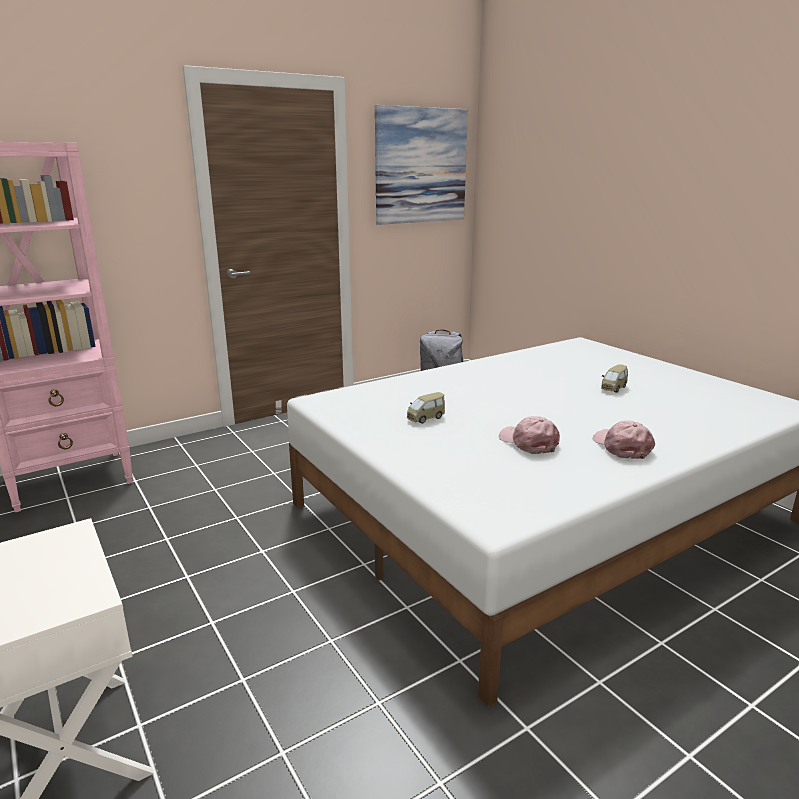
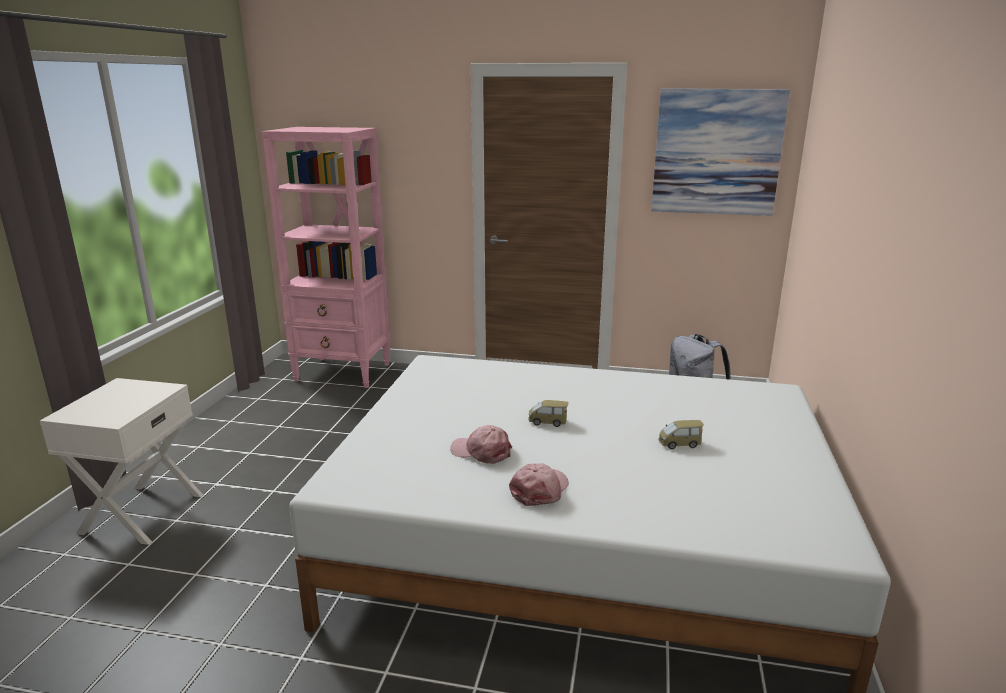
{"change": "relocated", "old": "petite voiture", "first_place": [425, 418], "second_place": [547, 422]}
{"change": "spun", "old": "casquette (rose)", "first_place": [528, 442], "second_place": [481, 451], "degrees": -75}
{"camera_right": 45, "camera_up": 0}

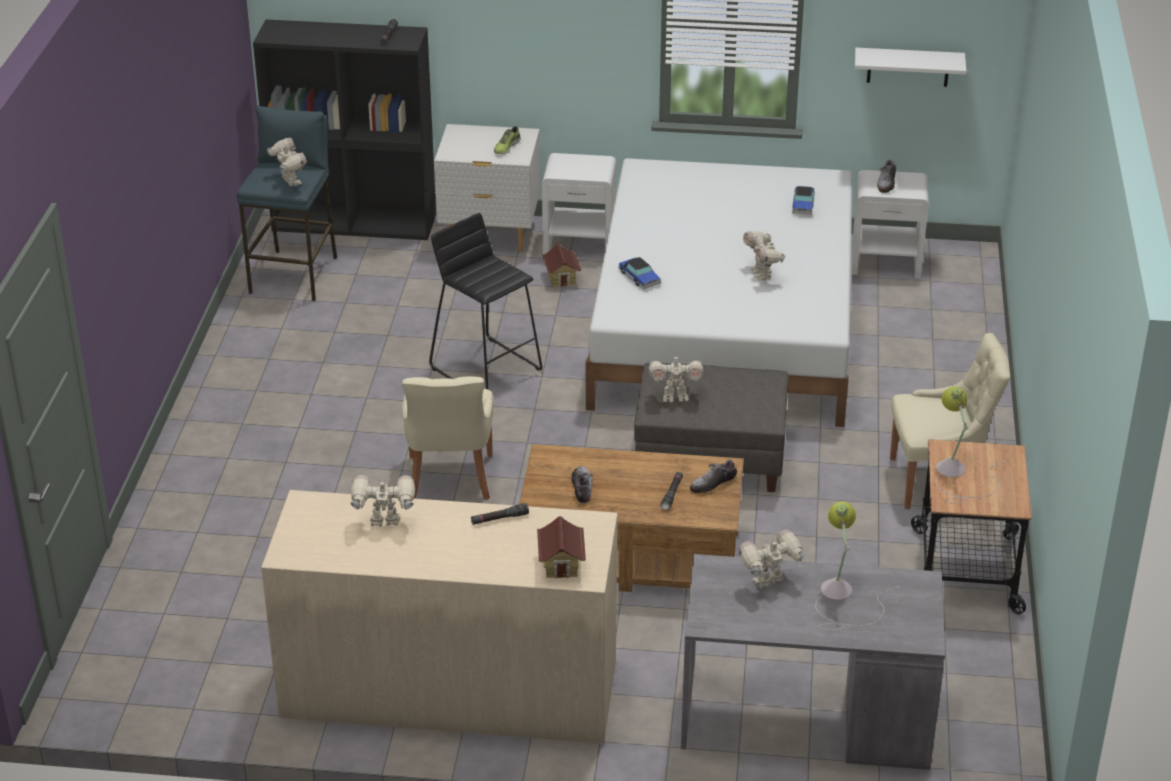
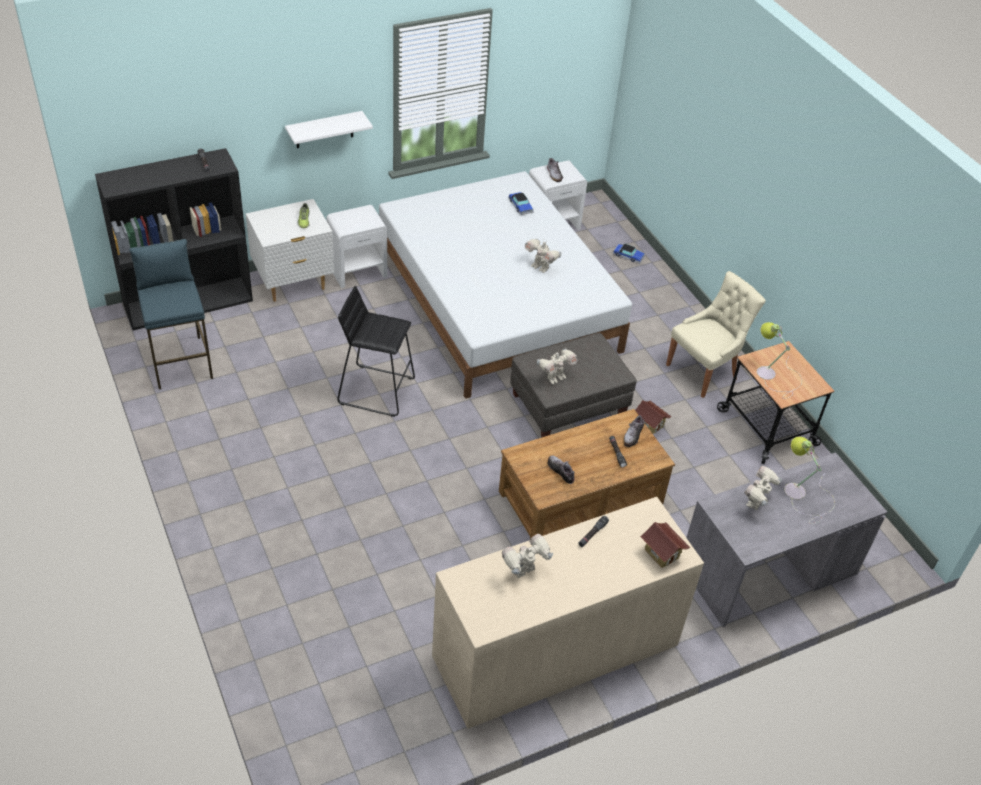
{"change": "missing", "old": "robot jouet", "first_place": [290, 182]}
{"change": "missing", "old": "chaise (beige)", "first_place": [449, 480]}
{"change": "relocated", "old": "maison miniature", "first_place": [561, 279], "second_place": [649, 425]}
{"change": "relocated", "old": "petite voiture", "first_place": [639, 278], "second_place": [628, 256]}
{"change": "relocated", "old": "étagère (blanc)", "first_place": [908, 67], "second_place": [324, 130]}
{"camera_right": -35, "camera_up": 10}

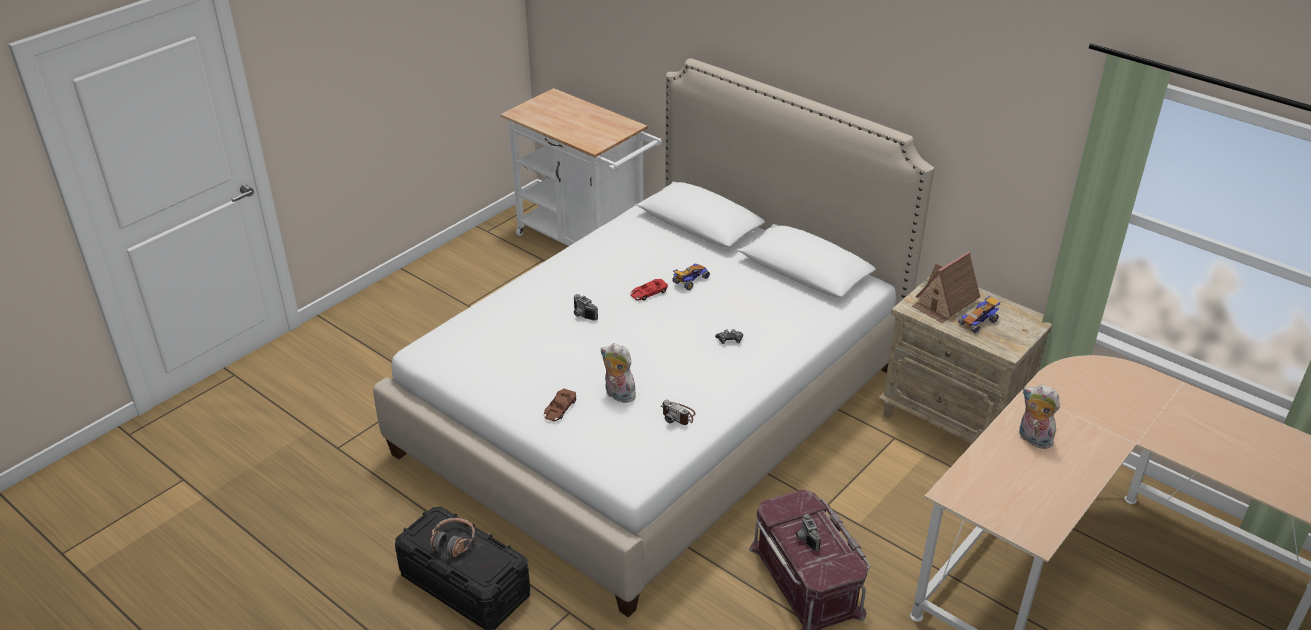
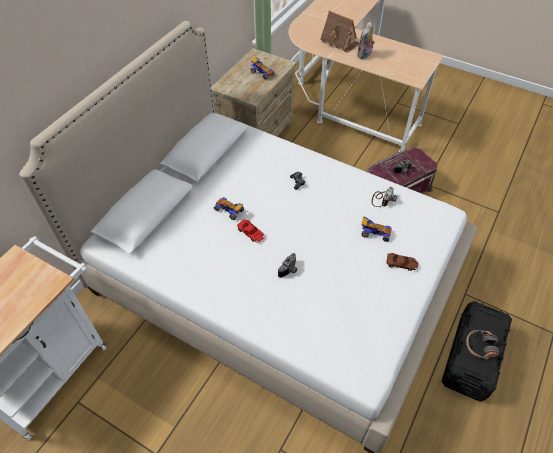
{"change": "exchanged", "old": "peluche", "new": "petite voiture", "first_place": [618, 395], "second_place": [374, 233]}
{"change": "relocated", "old": "maison miniature", "first_place": [944, 303], "second_place": [339, 42]}
{"camera_right": -100, "camera_up": 15}

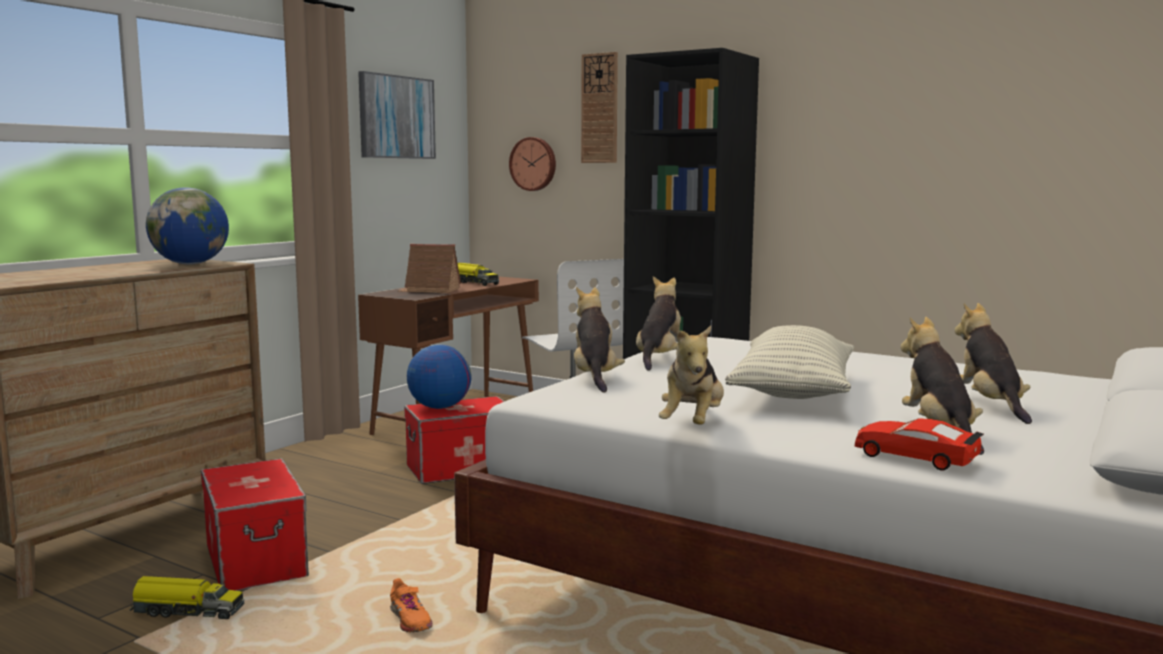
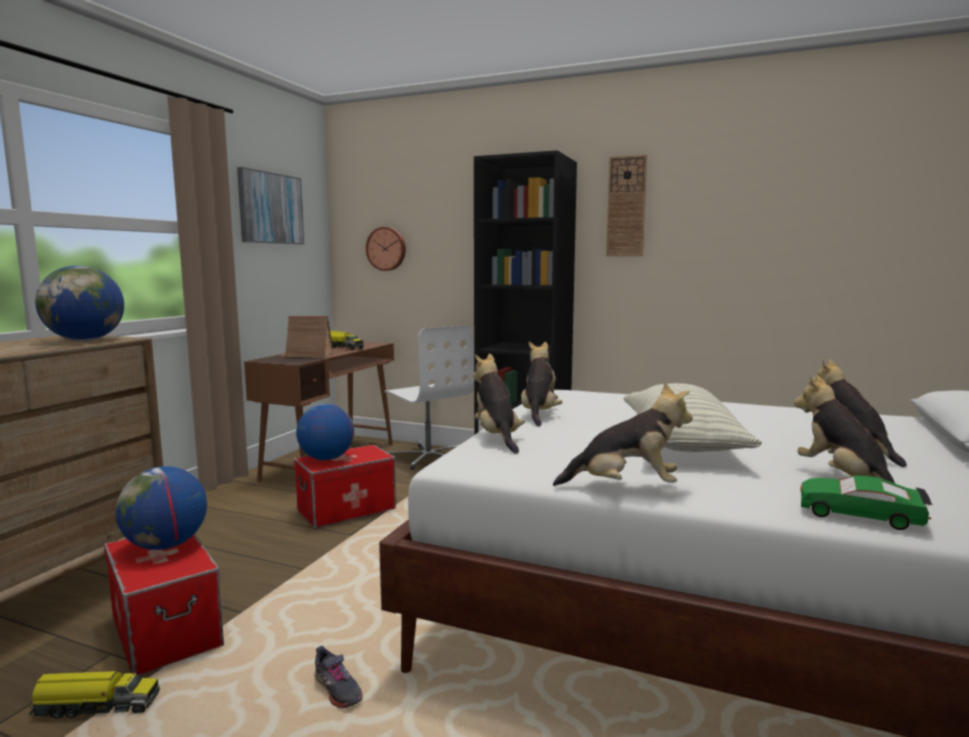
{"change": "colour", "old": "chaussure (orange)", "new": "chaussure (gris)", "first_place": [409, 620], "second_place": [337, 690]}
{"change": "relocated", "old": "horloge murale", "first_place": [599, 108], "second_place": [626, 206]}
{"change": "spun", "old": "peluche", "first_place": [693, 424], "second_place": [625, 487], "degrees": -90}
{"change": "colour", "old": "petite voiture (rouge)", "new": "petite voiture (vert)", "first_place": [916, 457], "second_place": [860, 514]}
{"change": "appeared", "new": "globe", "second_place": [166, 545]}
{"camera_right": -10, "camera_up": 0}

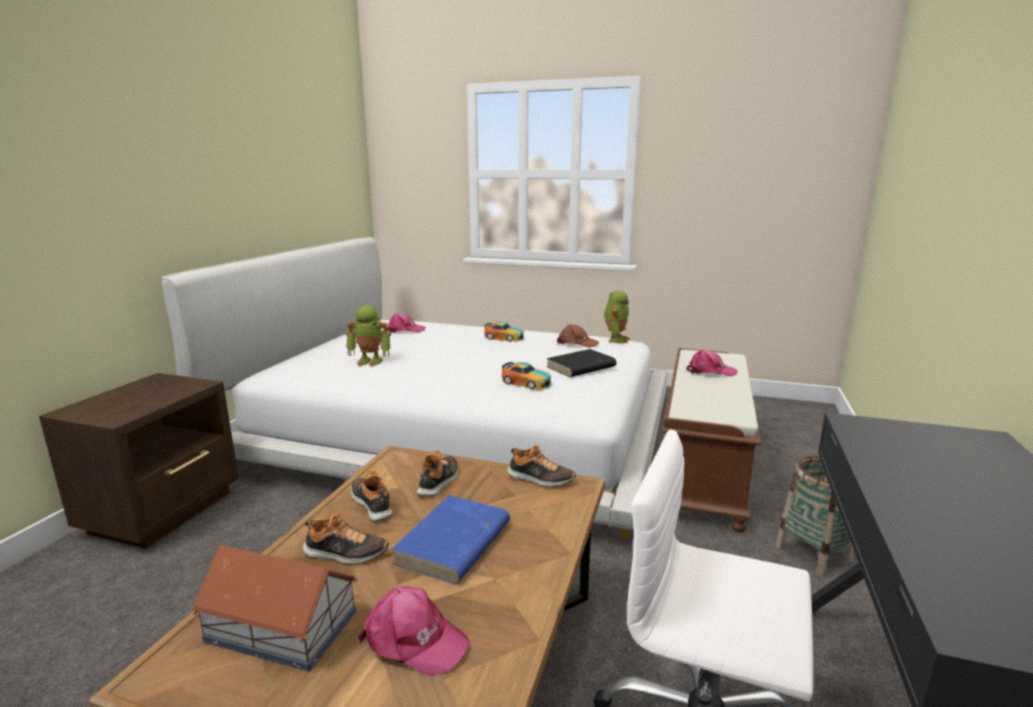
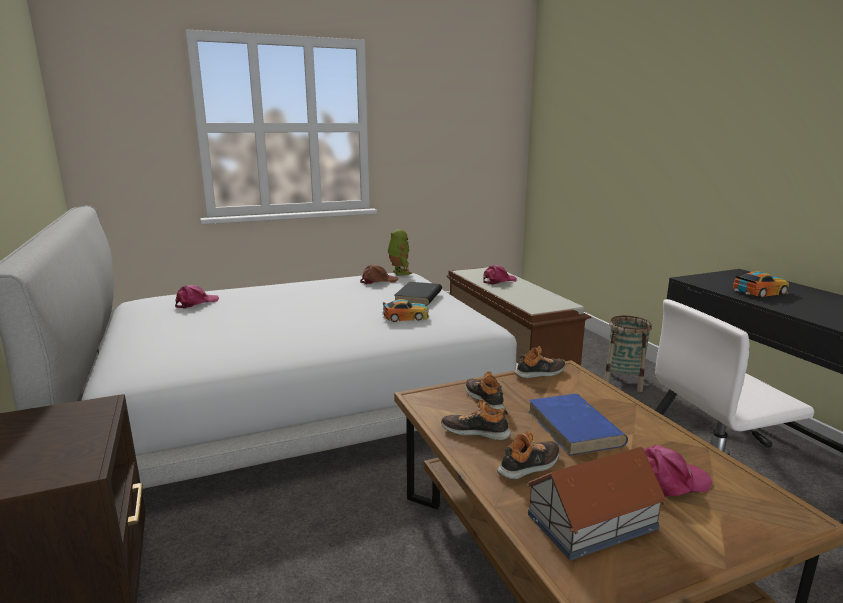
{"change": "missing", "old": "robot jouet", "first_place": [370, 361]}
{"change": "relocated", "old": "petite voiture", "first_place": [504, 338], "second_place": [760, 292]}
{"camera_right": -40, "camera_up": 0}

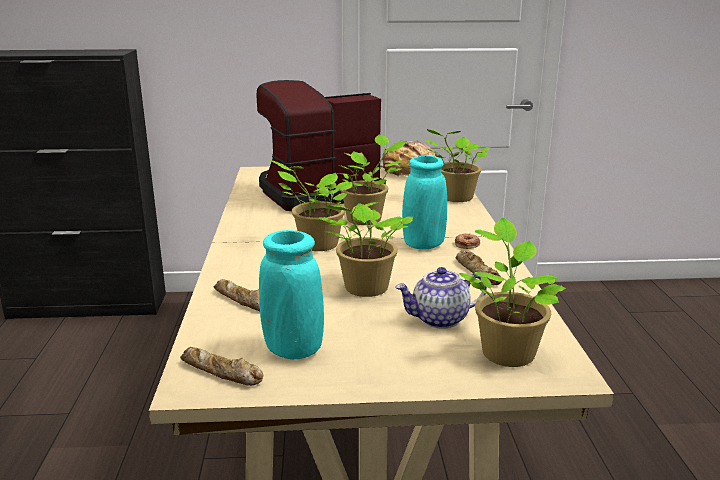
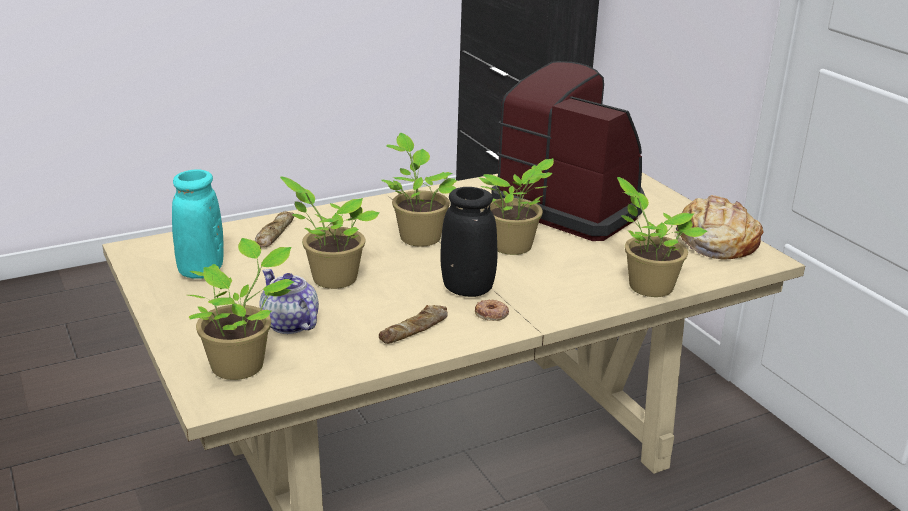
{"change": "missing", "old": "pain", "first_place": [221, 372]}
{"change": "colour", "old": "vase (turquoise)", "new": "vase (noir)", "first_place": [423, 245], "second_place": [467, 289]}
{"camera_right": 65, "camera_up": 5}

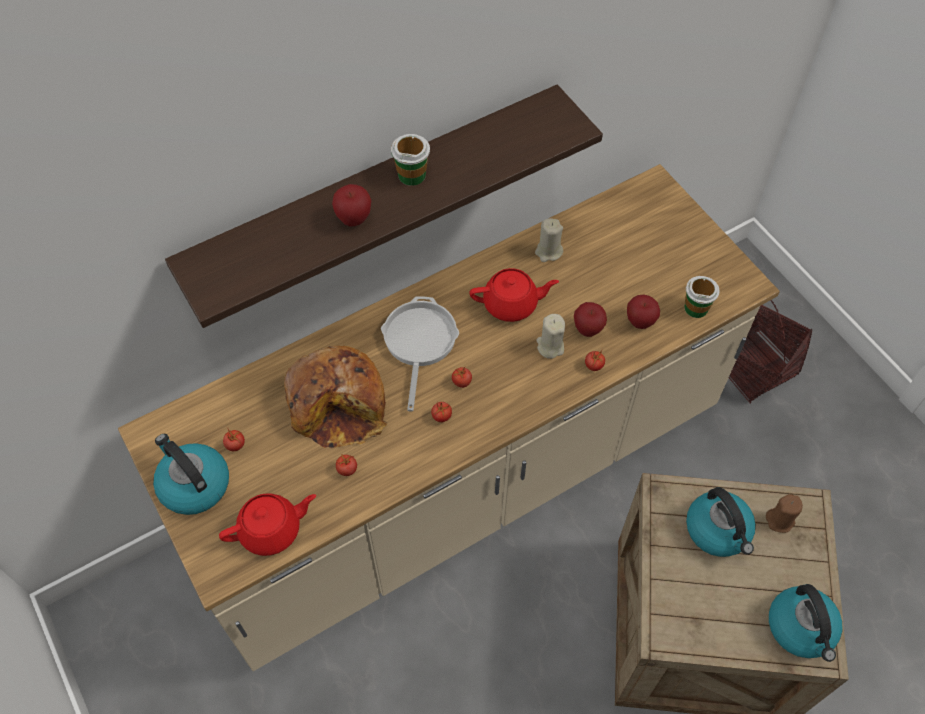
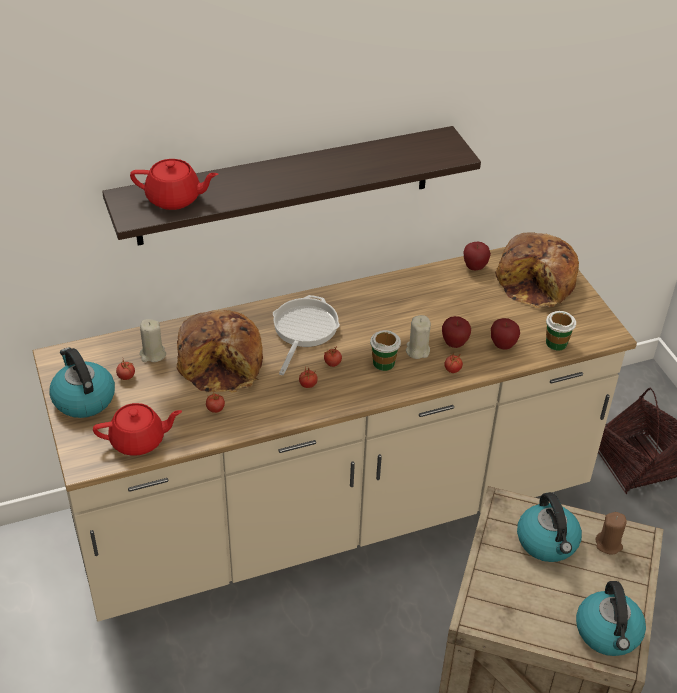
{"change": "relocated", "old": "pomme", "first_place": [354, 219], "second_place": [475, 267]}
{"change": "relocated", "old": "tasse", "first_place": [412, 175], "second_place": [383, 363]}
{"change": "relocated", "old": "théière (rouge)", "first_place": [511, 304], "second_place": [175, 199]}
{"change": "relocated", "old": "bougie (beige)", "first_place": [548, 251], "second_place": [153, 354]}
{"change": "appeared", "new": "pain", "second_place": [537, 282]}
{"camera_right": 10, "camera_up": -15}

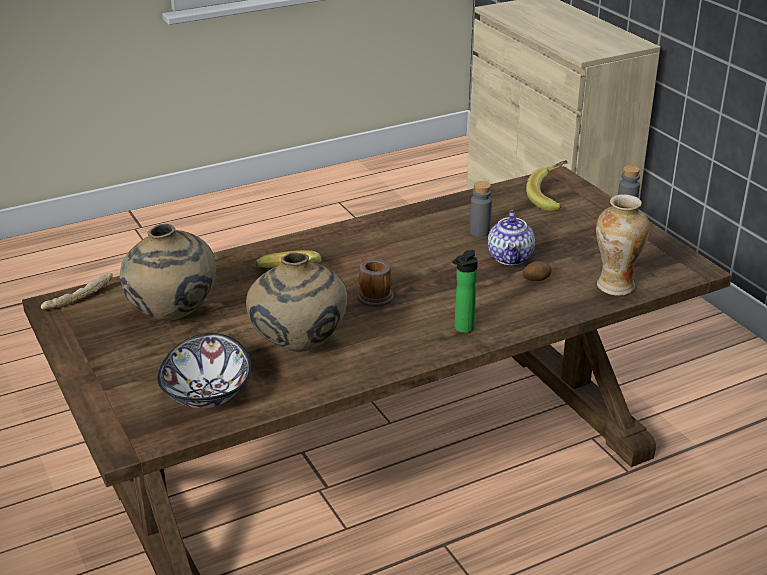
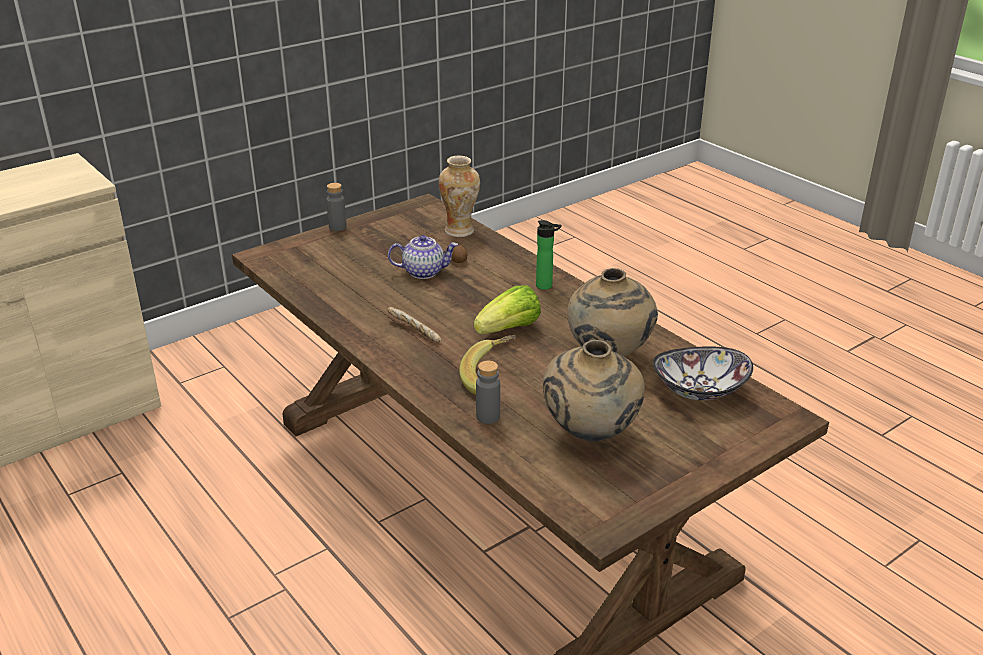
{"change": "relocated", "old": "pain", "first_place": [78, 298], "second_place": [414, 331]}
{"change": "exchanged", "old": "mug", "new": "laitue", "first_place": [373, 295], "second_place": [509, 329]}
{"change": "relocated", "old": "bouteille (gris)", "first_place": [479, 232], "second_place": [488, 417]}
{"change": "missing", "old": "banane", "first_place": [552, 198]}
{"camera_right": -100, "camera_up": 0}

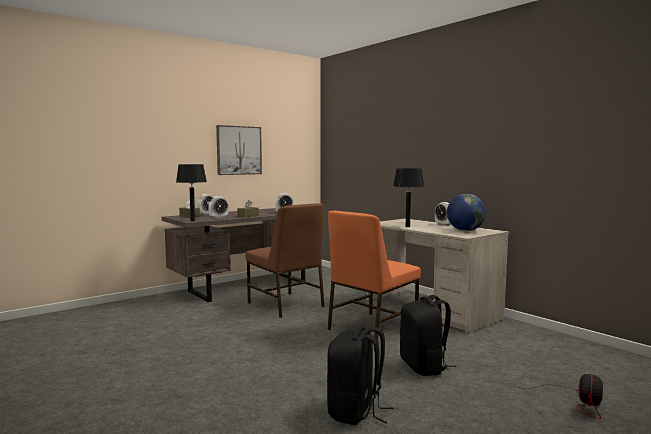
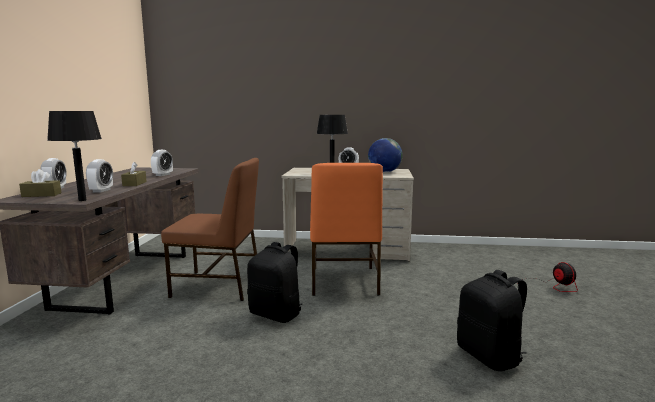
{"change": "missing", "old": "tableau", "first_place": [239, 150]}
{"change": "relocated", "old": "sac à dos (noir)", "first_place": [424, 367], "second_place": [276, 314]}
{"camera_right": -45, "camera_up": 5}

